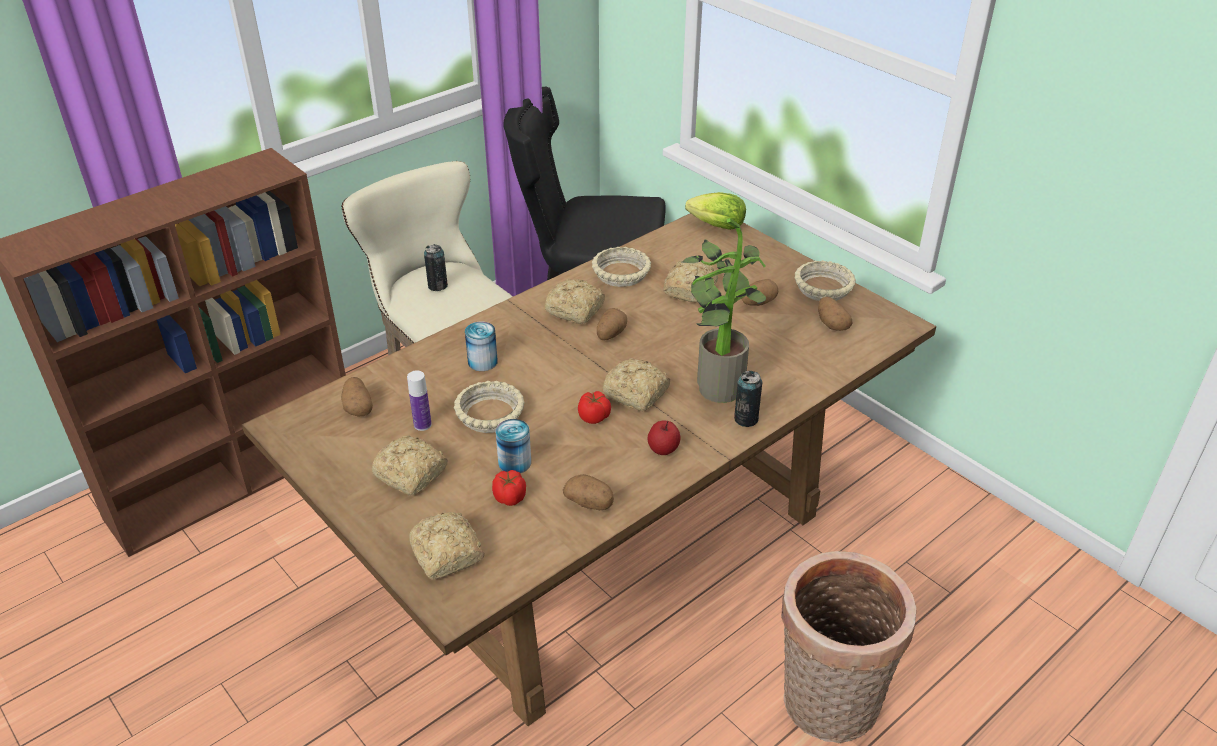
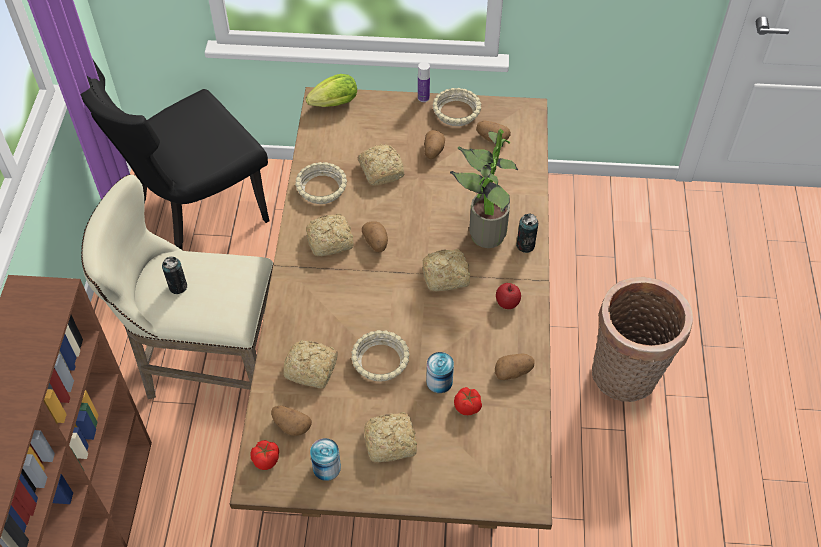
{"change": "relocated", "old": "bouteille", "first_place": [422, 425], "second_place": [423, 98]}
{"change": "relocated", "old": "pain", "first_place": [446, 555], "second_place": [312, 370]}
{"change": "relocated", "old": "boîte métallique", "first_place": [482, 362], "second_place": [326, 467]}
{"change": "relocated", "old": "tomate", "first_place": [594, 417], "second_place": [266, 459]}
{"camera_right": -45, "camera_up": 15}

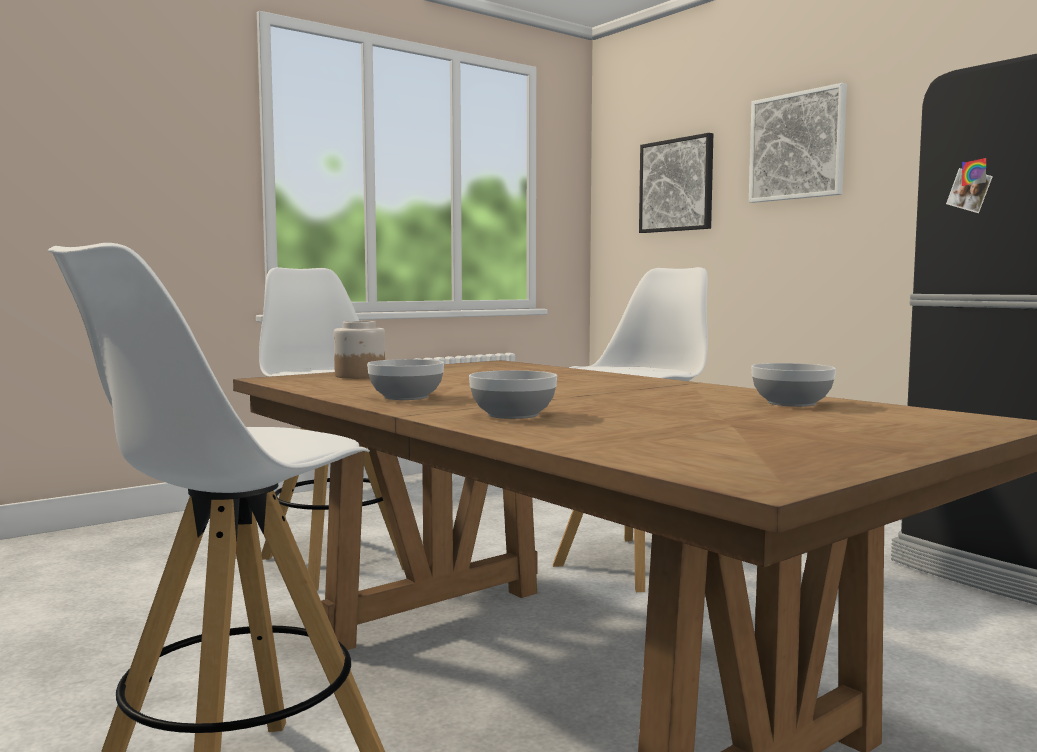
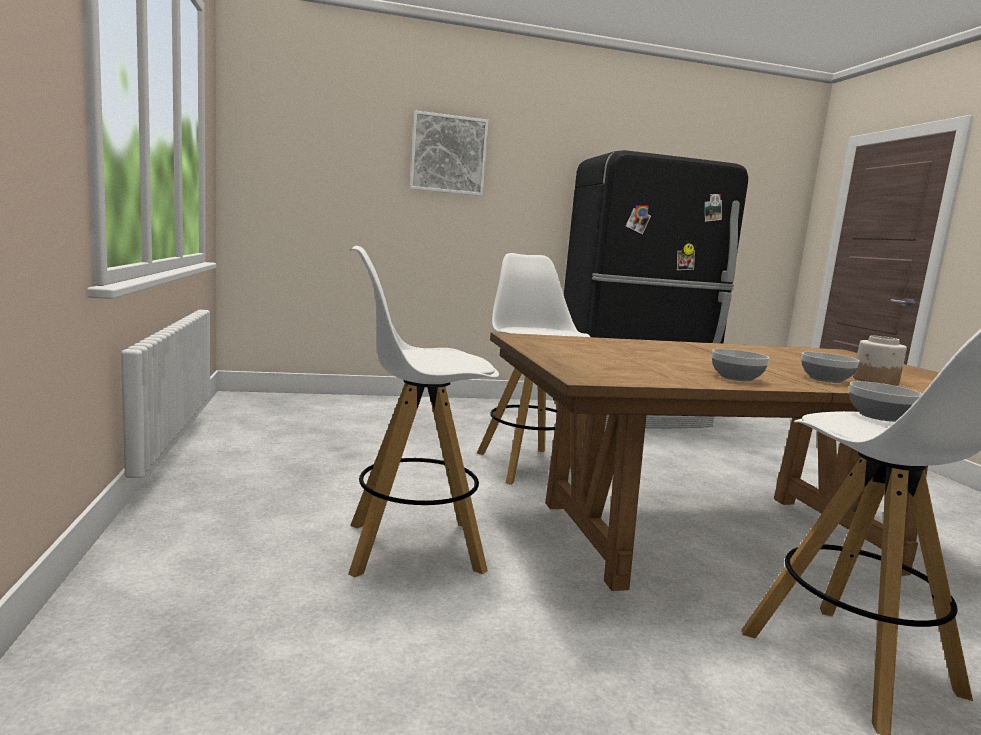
{"change": "relocated", "old": "bocal", "first_place": [359, 376], "second_place": [875, 381]}
{"change": "missing", "old": "tableau", "first_place": [676, 185]}
{"change": "relocated", "old": "bol", "first_place": [792, 403], "second_place": [880, 416]}
{"camera_right": -65, "camera_up": 5}

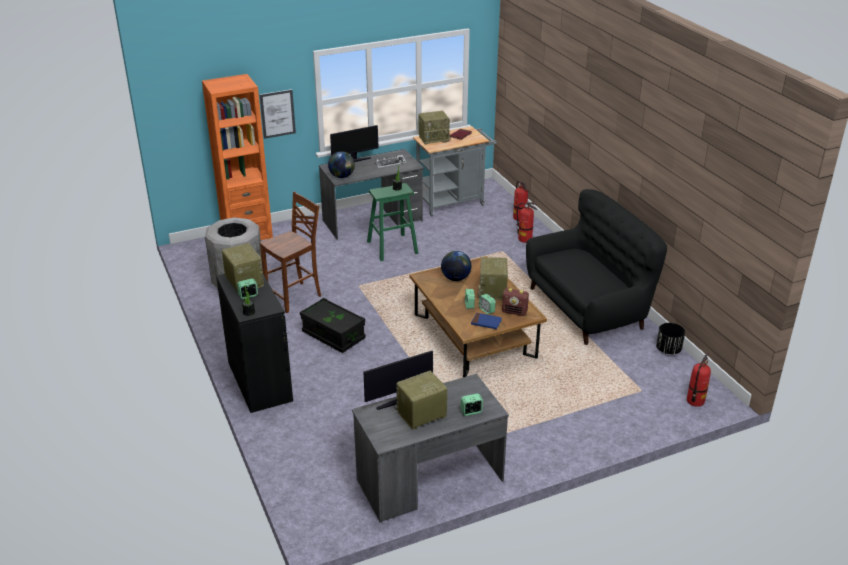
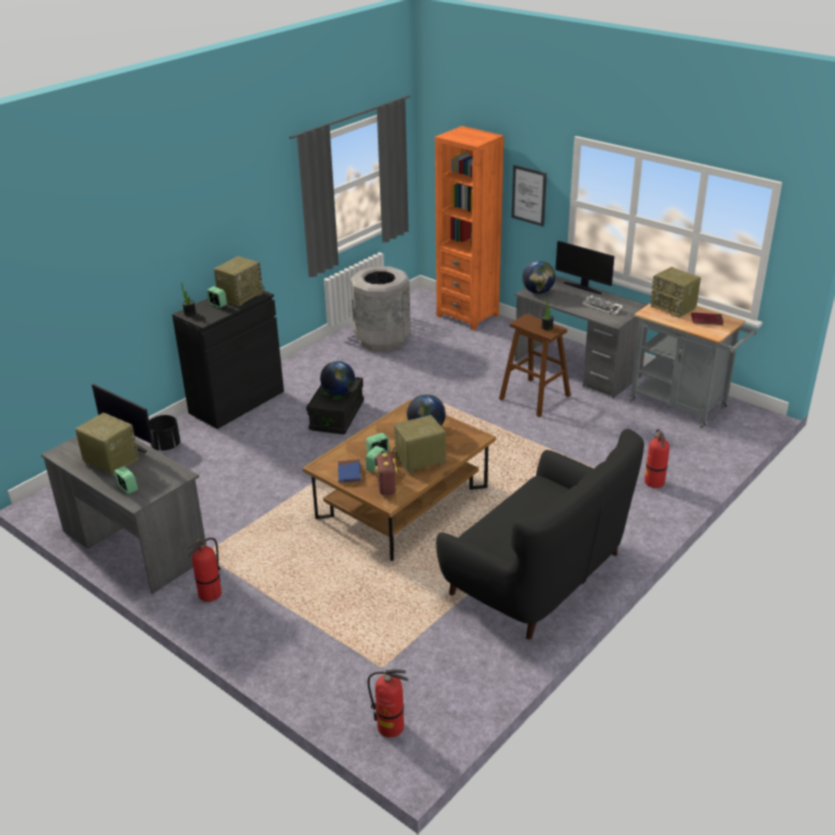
{"change": "missing", "old": "chaise (marron)", "first_place": [295, 297]}
{"change": "colour", "old": "tabouret (vert)", "new": "tabouret (marron)", "first_place": [392, 247], "second_place": [534, 397]}
{"change": "relocated", "old": "extincteur", "first_place": [519, 218], "second_place": [210, 594]}
{"change": "relocated", "old": "cache-pot (noir)", "first_place": [668, 349], "second_place": [166, 446]}
{"change": "appeared", "new": "globe", "second_place": [338, 392]}
{"camera_right": 65, "camera_up": 0}

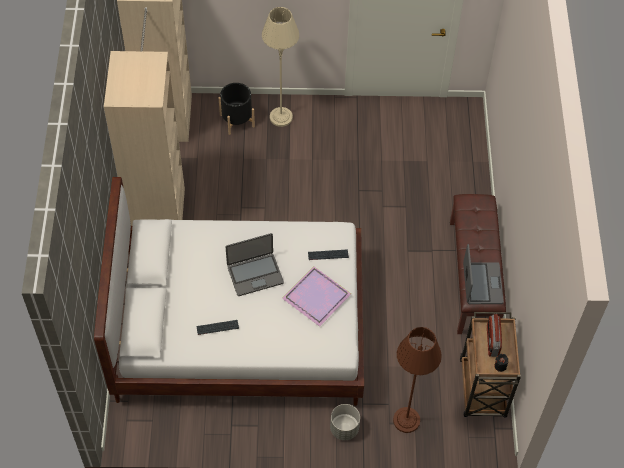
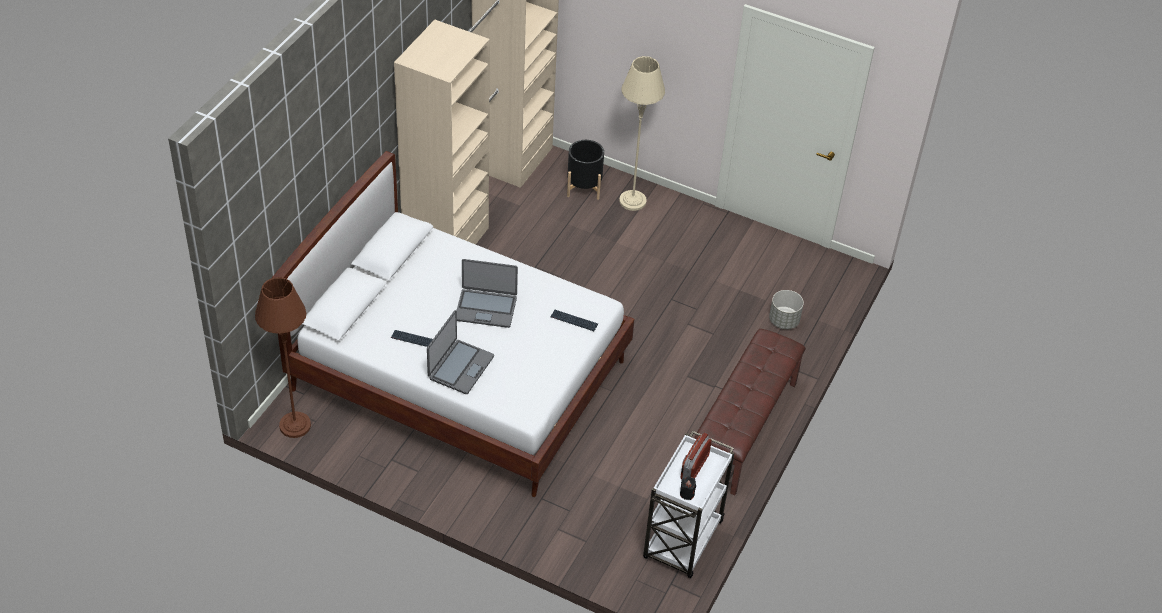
{"change": "missing", "old": "plateau (violet)", "first_place": [318, 297]}
{"change": "relocated", "old": "cache-pot (gris)", "first_place": [344, 428], "second_place": [784, 321]}
{"change": "relocated", "old": "lampadaire (marron)", "first_place": [406, 420], "second_place": [295, 425]}
{"change": "colour", "old": "chariot (marron)", "new": "chariot (blanc)", "first_place": [482, 390], "second_place": [682, 541]}
{"change": "relocated", "old": "ordinateur portable", "first_place": [482, 284], "second_place": [460, 367]}
{"camera_right": 25, "camera_up": -10}

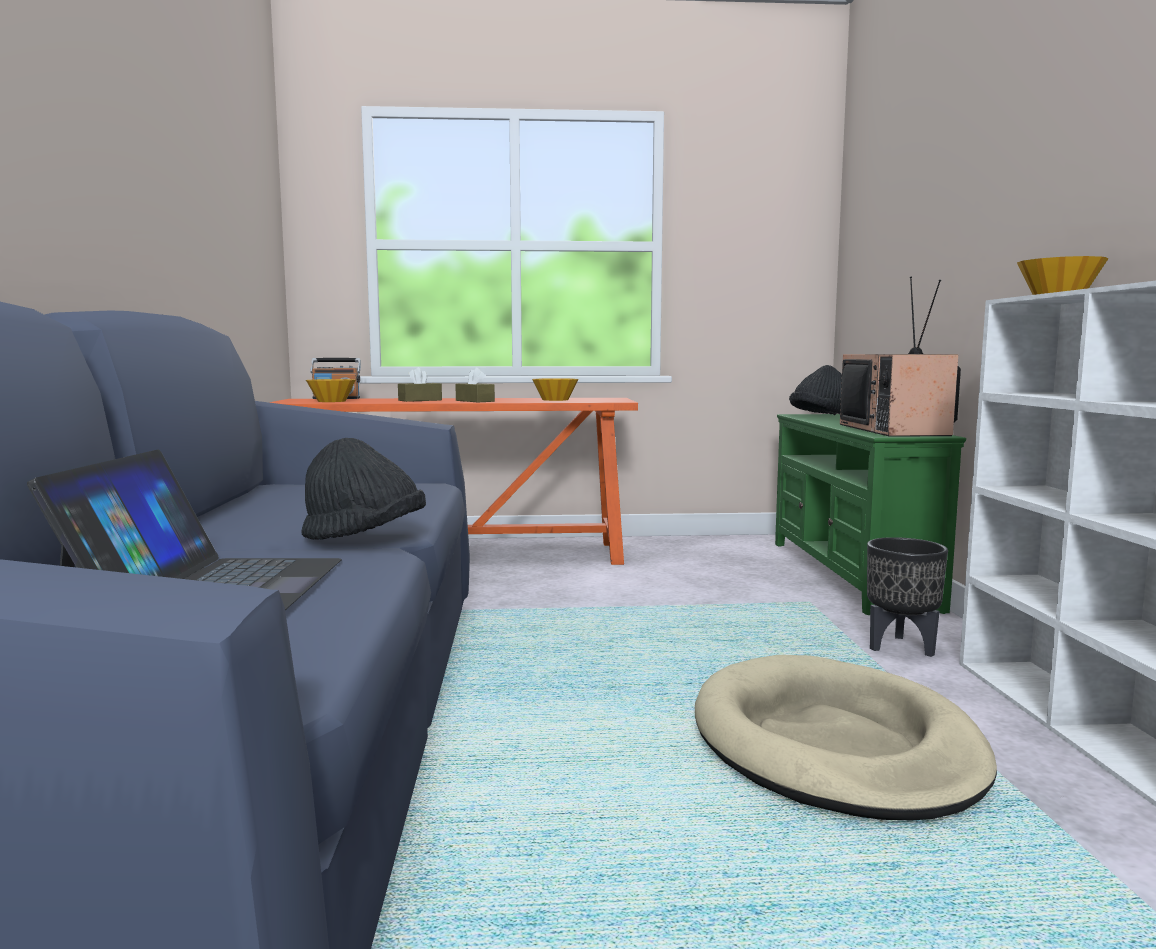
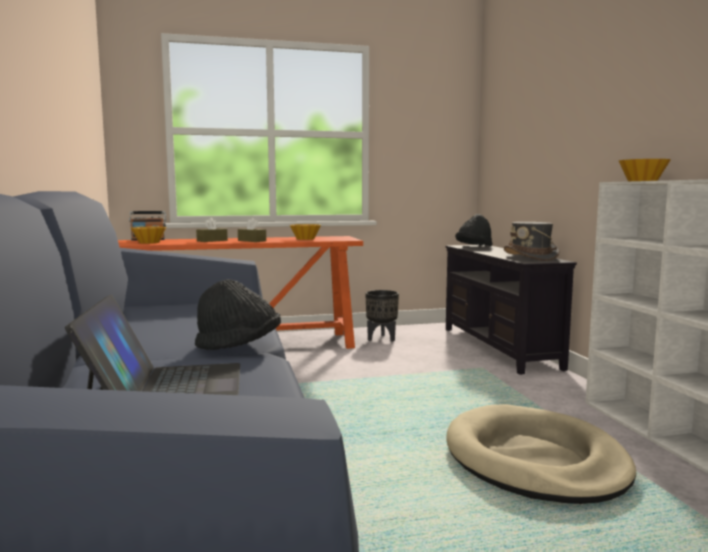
{"change": "colour", "old": "meuble télé (vert)", "new": "meuble télé (noir)", "first_place": [849, 574], "second_place": [499, 348]}
{"change": "exchanged", "old": "téléviseur", "new": "chapeau (gris)", "first_place": [895, 430], "second_place": [531, 257]}
{"change": "relocated", "old": "cache-pot (noir)", "first_place": [901, 647], "second_place": [381, 338]}
{"camera_right": -10, "camera_up": 0}

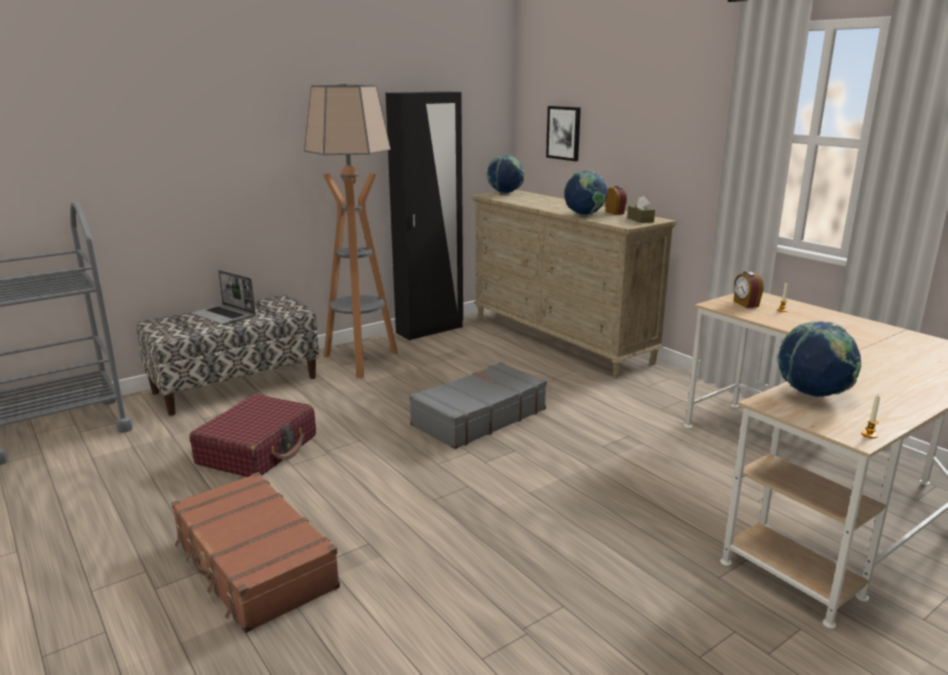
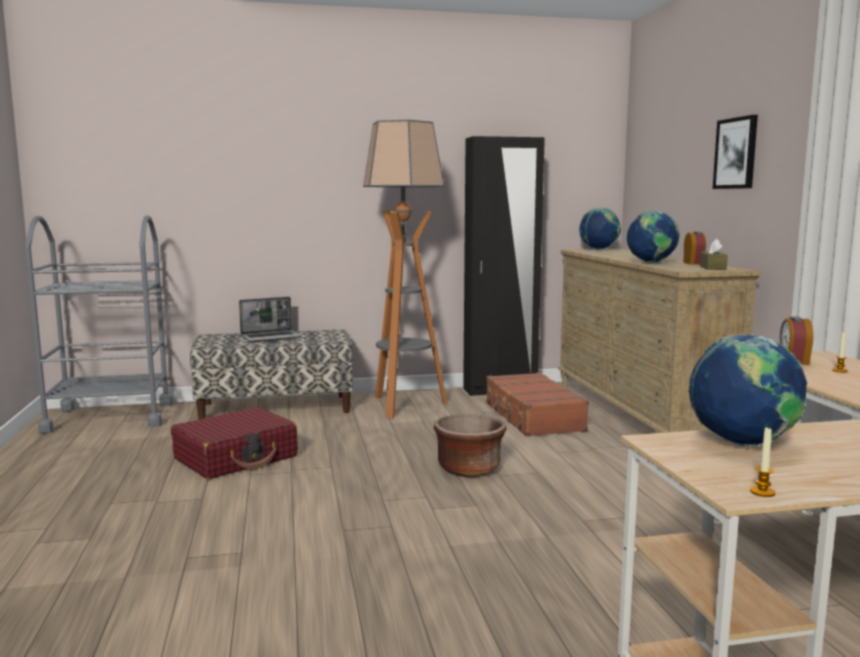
{"change": "relocated", "old": "valise (marron)", "first_place": [253, 564], "second_place": [532, 417]}
{"change": "spun", "old": "ordinateur portable", "first_place": [224, 315], "second_place": [271, 337], "degrees": -90}
{"change": "exchanged", "old": "valise (gris)", "new": "cache-pot (marron)", "first_place": [478, 417], "second_place": [469, 469]}
{"change": "relocated", "old": "tableau", "first_place": [564, 133], "second_place": [736, 153]}
{"camera_right": 25, "camera_up": -10}

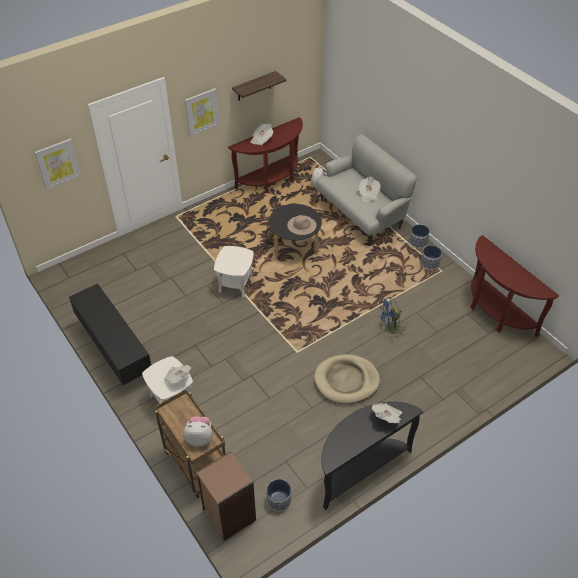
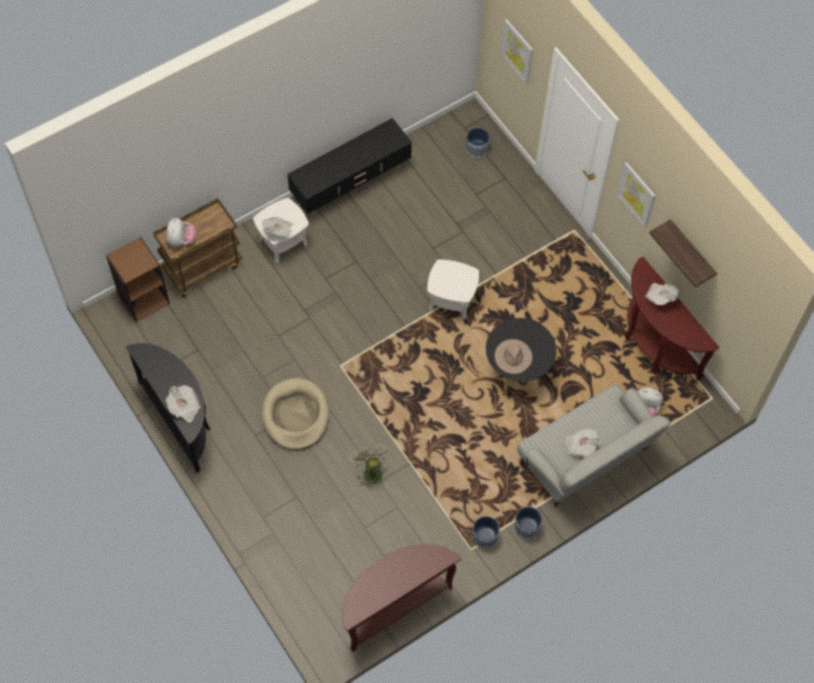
{"change": "relocated", "old": "cache-pot", "first_place": [278, 500], "second_place": [477, 148]}
{"change": "colour", "old": "ventilateur (bleu)", "new": "ventilateur (vert)", "first_place": [389, 329], "second_place": [370, 471]}
{"camera_right": 90, "camera_up": 15}

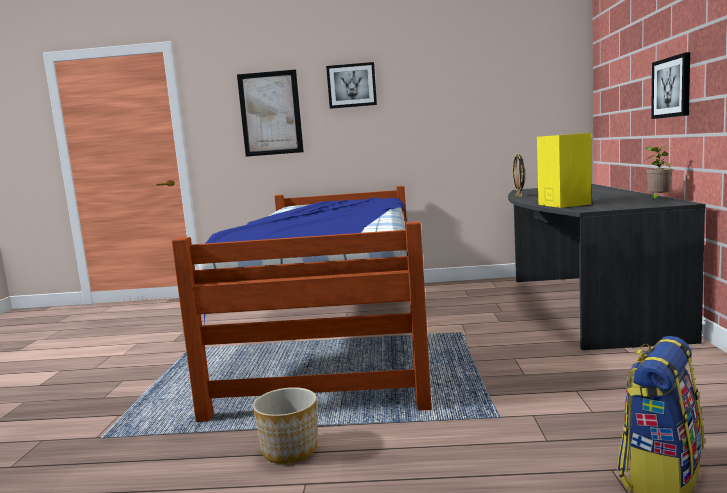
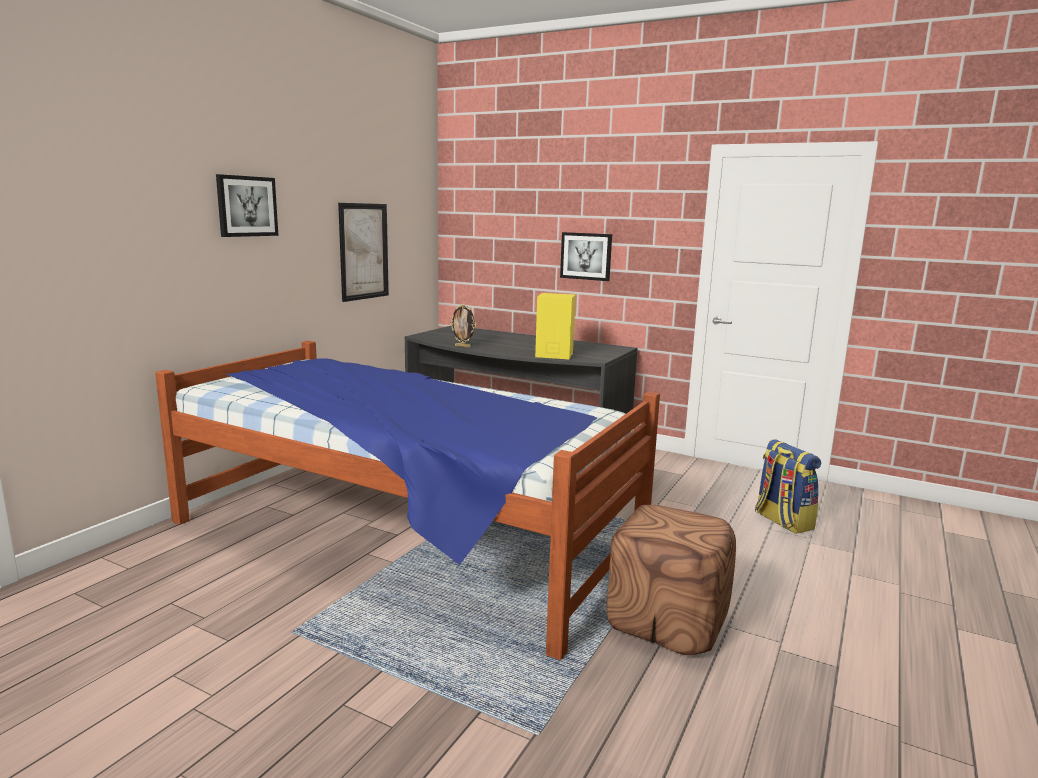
{"change": "relocated", "old": "tableau", "first_place": [270, 113], "second_place": [364, 251]}
{"change": "exchanged", "old": "cache-pot", "new": "pouf (marron)", "first_place": [290, 450], "second_place": [667, 621]}
{"change": "missing", "old": "plante en pot", "first_place": [658, 200]}
{"camera_right": -65, "camera_up": 5}

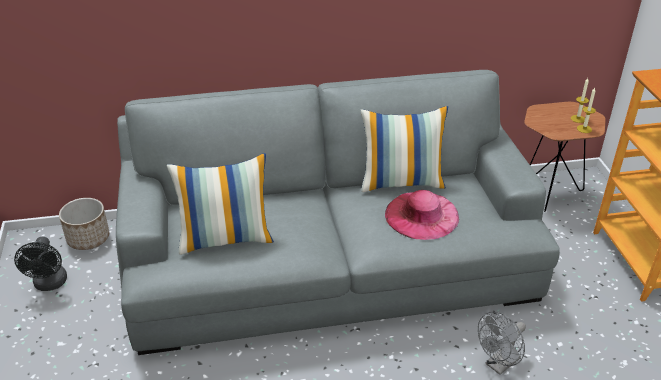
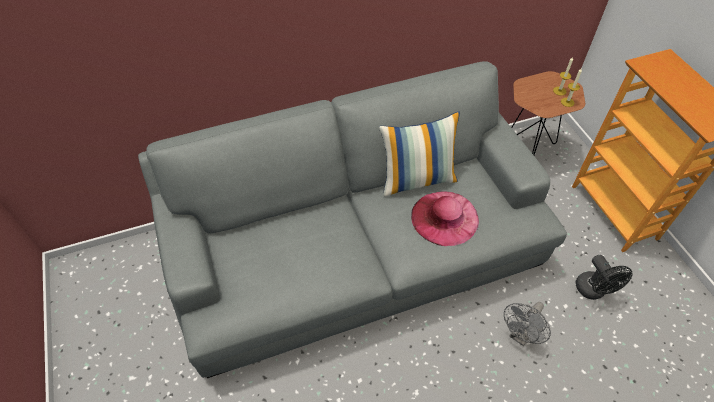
{"change": "relocated", "old": "ventilateur (noir)", "first_place": [50, 284], "second_place": [593, 291]}
{"change": "missing", "old": "cache-pot", "first_place": [88, 238]}
{"change": "missing", "old": "coussin", "first_place": [225, 238]}
{"camera_right": -10, "camera_up": 15}

